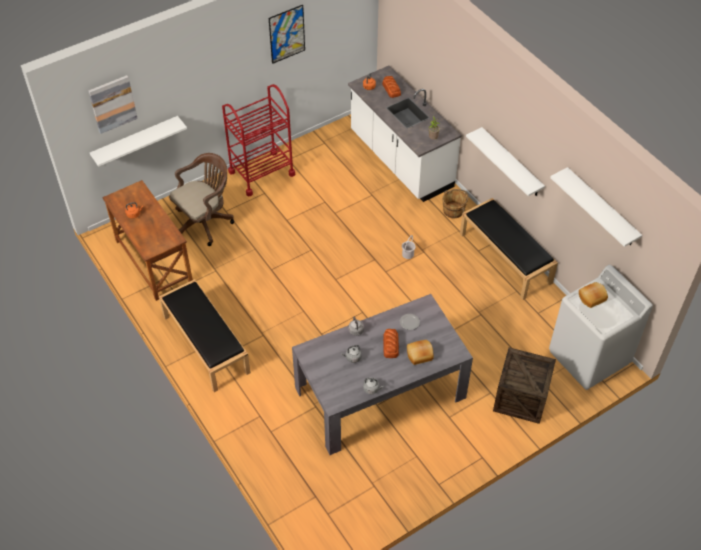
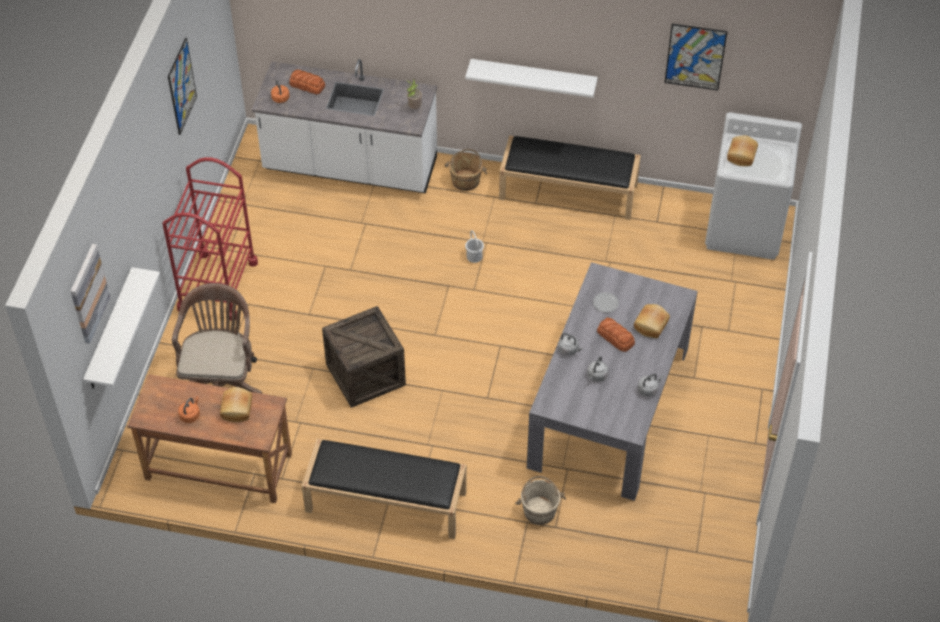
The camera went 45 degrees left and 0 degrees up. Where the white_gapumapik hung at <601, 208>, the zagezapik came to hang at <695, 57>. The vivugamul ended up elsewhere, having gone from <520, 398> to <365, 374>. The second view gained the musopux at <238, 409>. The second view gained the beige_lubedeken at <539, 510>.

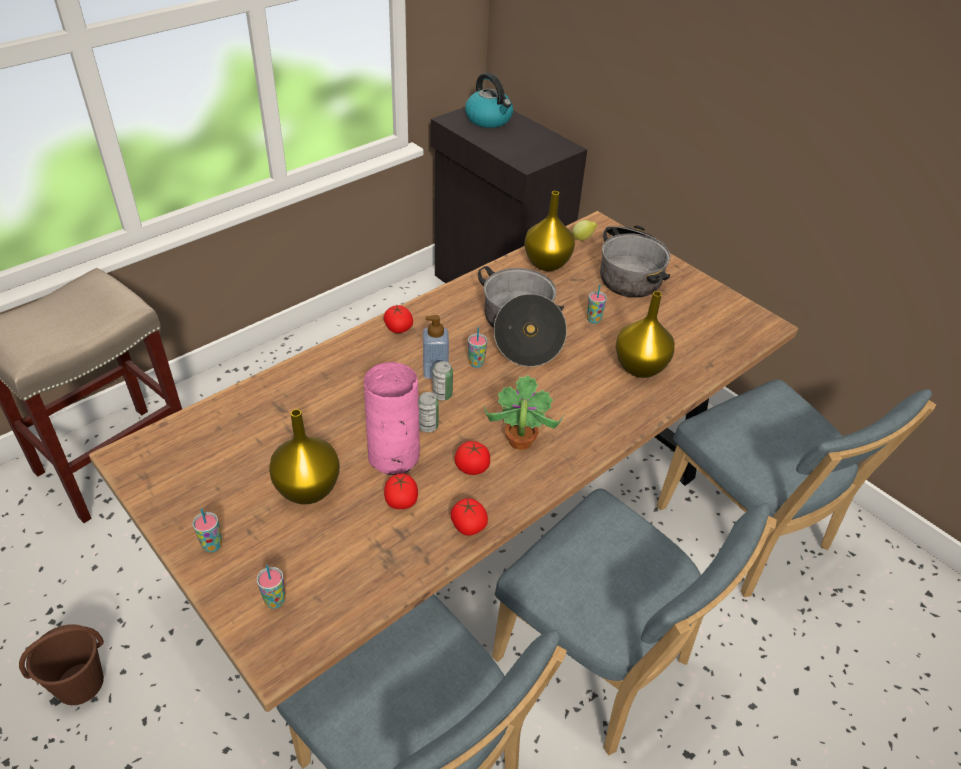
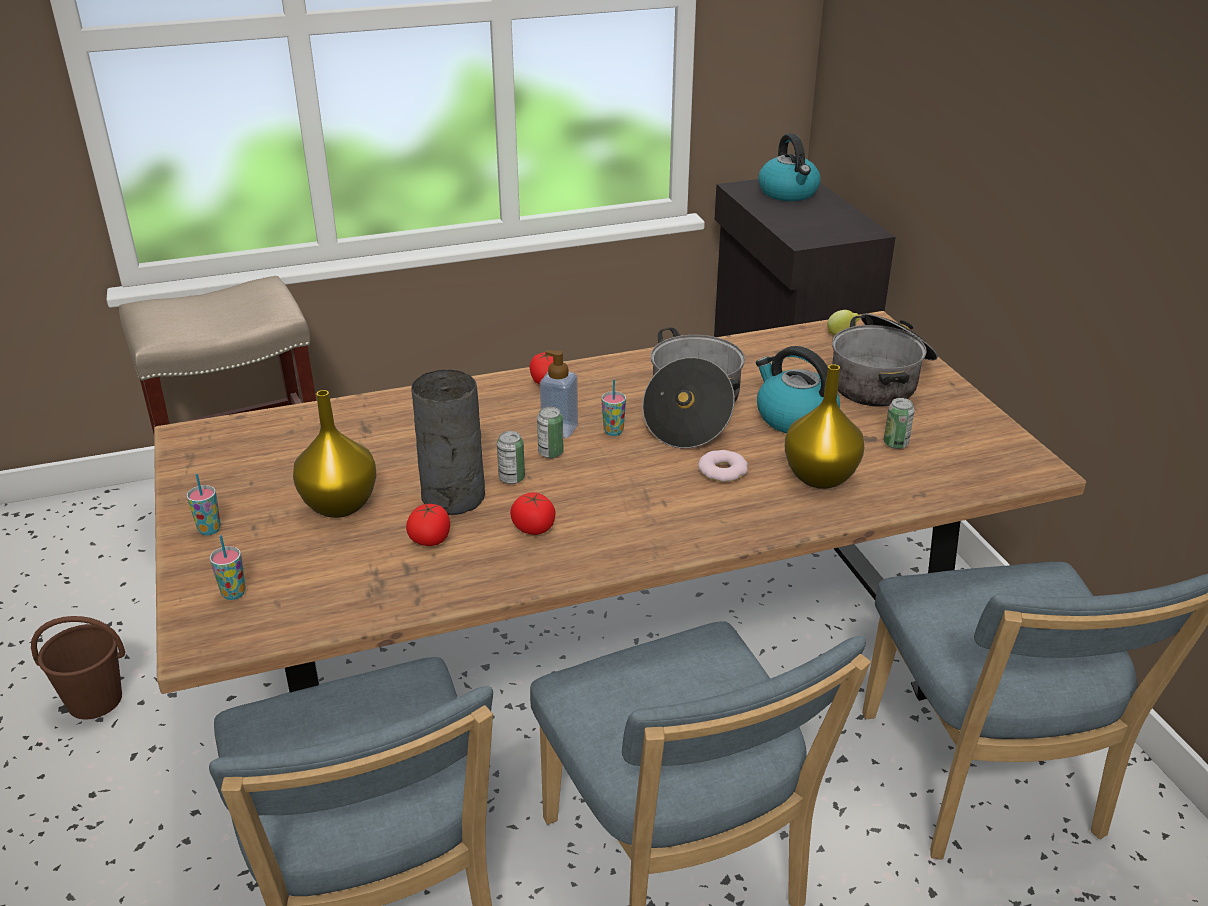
The camera went 25 degrees right and 10 degrees down. The second view lost the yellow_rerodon at <548, 263>. Where the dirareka stood at <593, 319>, the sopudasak came to stand at <794, 417>. What was the pink_rerodon at <393, 457> turned into the grey_rerodon at <452, 498>. The second view lost the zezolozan at <519, 441>. The second view lost the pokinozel at <468, 526>. The second view gained the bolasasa at <895, 443>. The second view gained the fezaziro at <722, 471>.

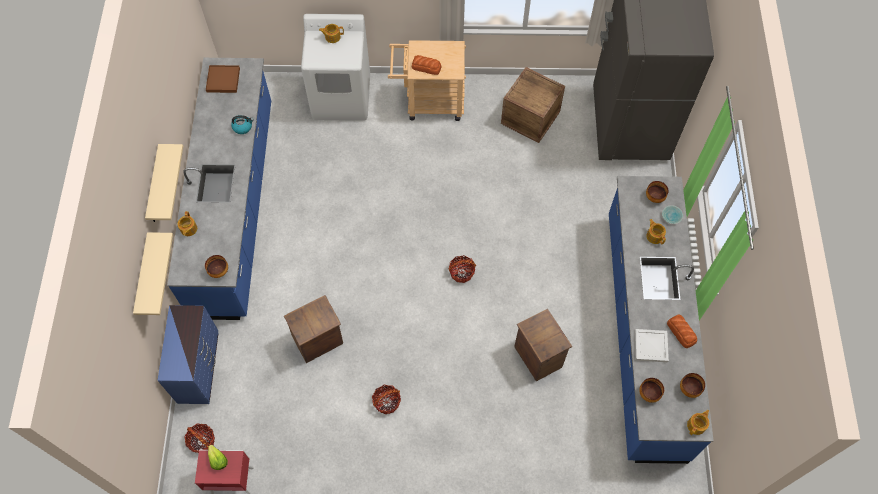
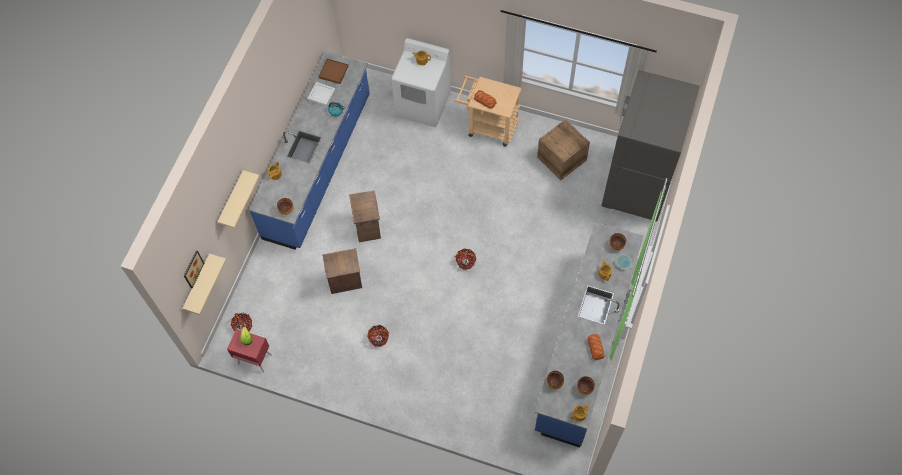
The camera went 20 degrees right and 0 degrees up. The beige_gapumapik ended up elsewhere, having gone from <155, 186> to <198, 284>. The second view lost the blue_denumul at <199, 367>. The vivugamul ended up elsewhere, having gone from <538, 356> to <367, 226>. The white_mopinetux ended up elsewhere, having gone from <651, 345> to <322, 94>. The second view gained the zagezapik at <192, 268>.

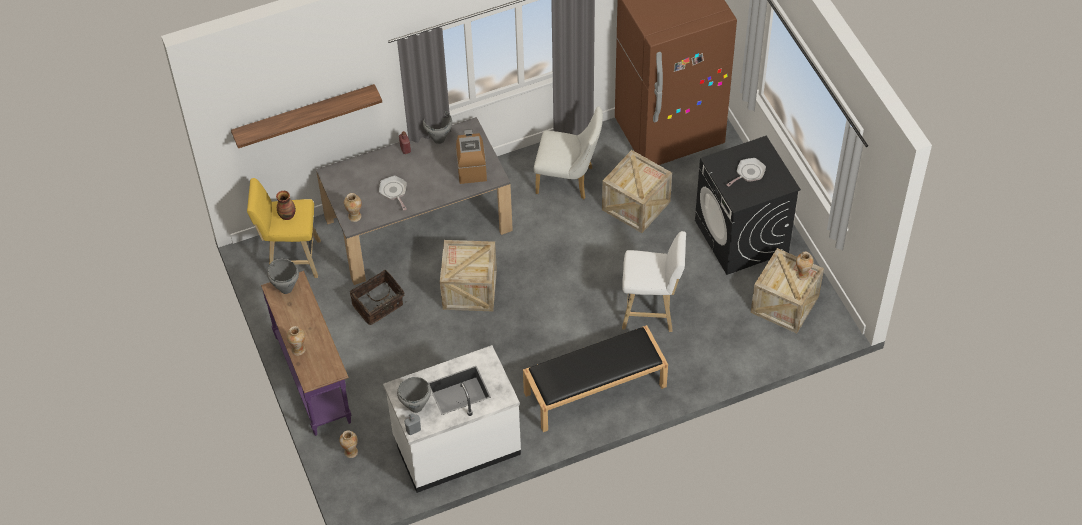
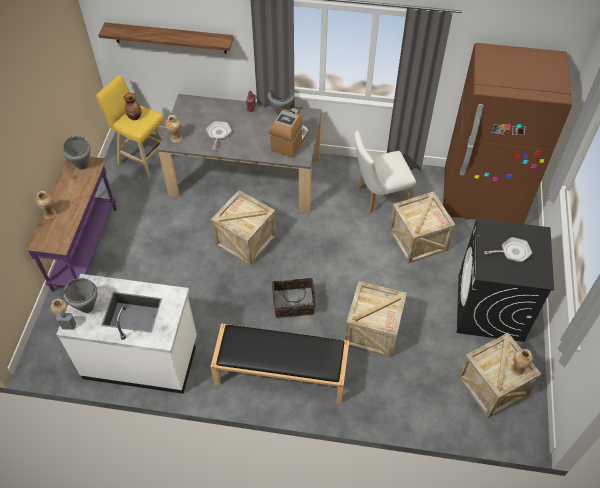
The camera went 30 degrees right and 0 degrees up. The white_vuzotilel at <569, 180> ended up facing another way, 120 degrees clockwise from before. Where the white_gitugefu stood at <651, 311>, the vivugamul came to stand at <373, 330>. The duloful ended up elsewhere, having gone from <378, 305> to <293, 305>.

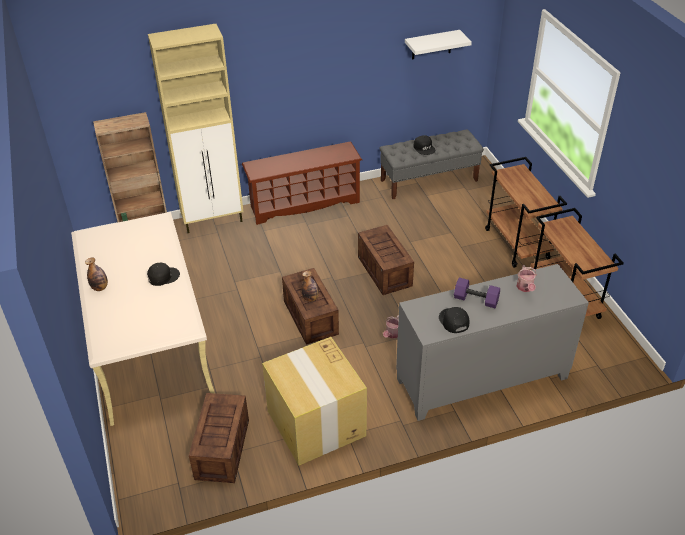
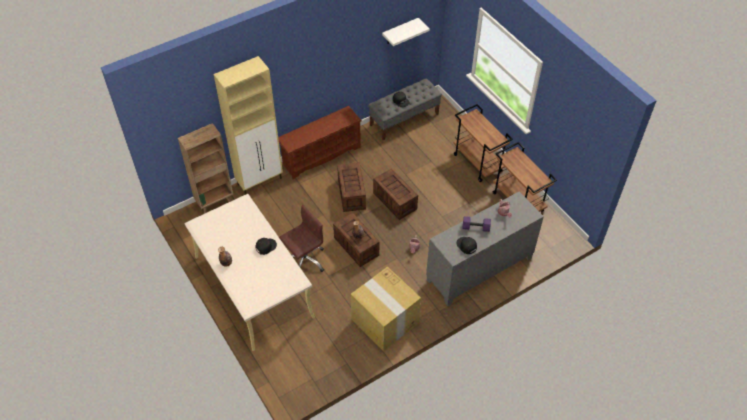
The camera went 15 degrees left and 10 degrees up. The vivugamul ended up elsewhere, having gone from <222, 448> to <351, 193>. The second view gained the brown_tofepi at <304, 260>.

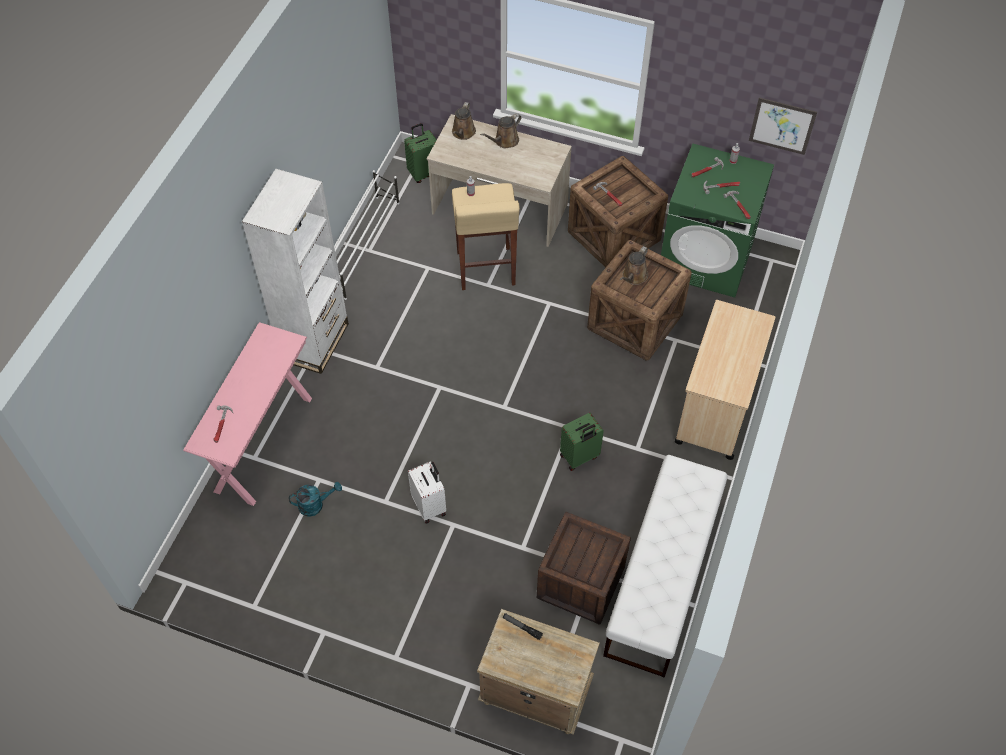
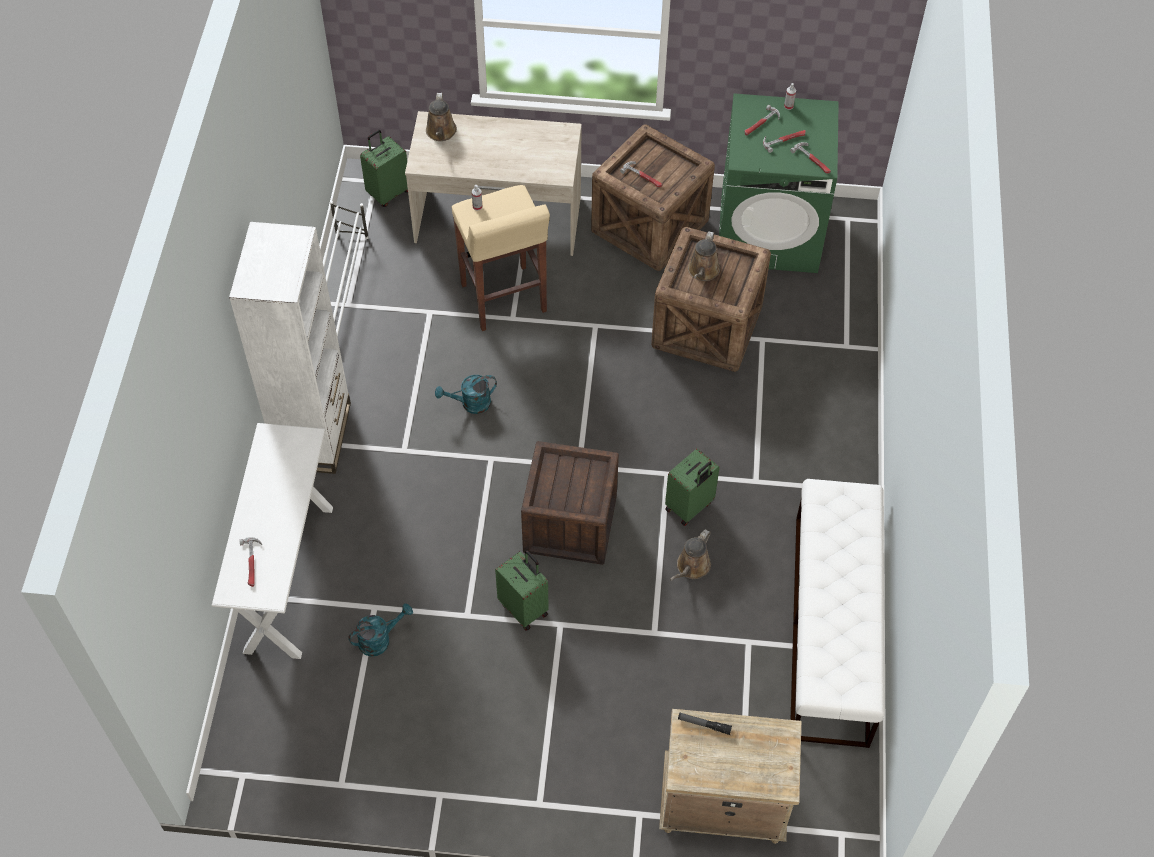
The camera went 15 degrees left and 0 degrees up. The second view lost the zagezapik at <782, 126>. The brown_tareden ended up elsewhere, having gone from <504, 141> to <691, 567>. The second view lost the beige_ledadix at <716, 408>. What was the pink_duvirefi at <264, 443> turned into the white_duvirefi at <289, 577>. What was the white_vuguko at <430, 506> turned into the green_vuguko at <524, 608>. The vivugamul ended up elsewhere, having gone from <580, 582> to <570, 524>. The second view gained the turquoise_tareden at <470, 404>.

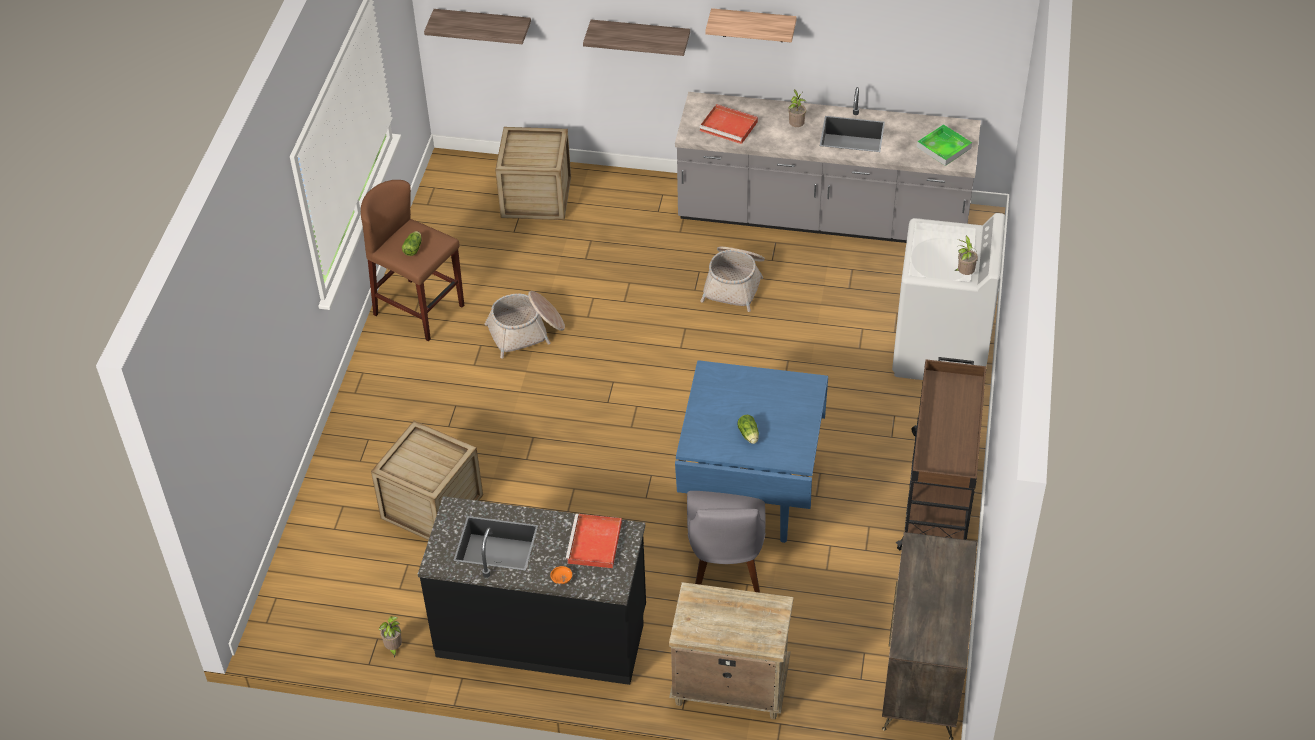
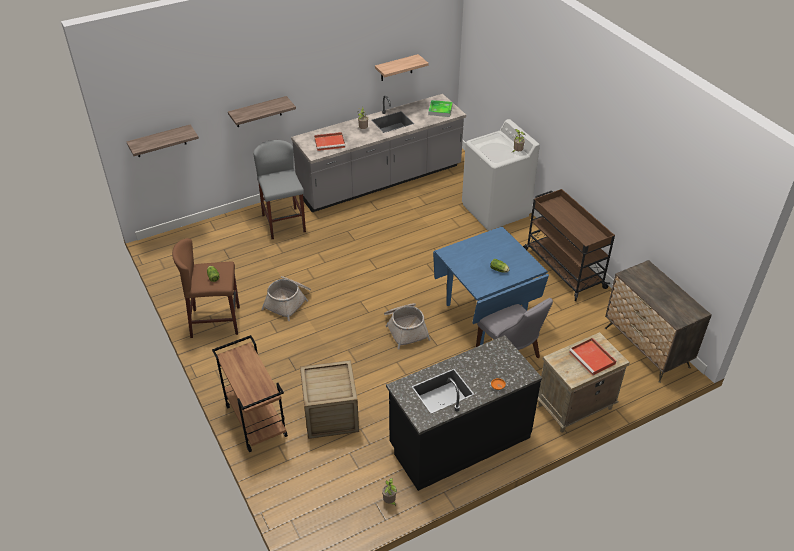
The camera went 40 degrees left and 5 degrees down. The gapumapik ended up elsewhere, having gone from <753, 25> to <396, 68>. The second view lost the vivugamul at <536, 197>. The duloful ended up elsewhere, having gone from <734, 283> to <405, 328>. The red_mopinetux ended up elsewhere, having gone from <595, 544> to <593, 358>. The second view gained the grey_gitugefu at <284, 223>. The second view gained the brown_ledadix at <255, 421>.

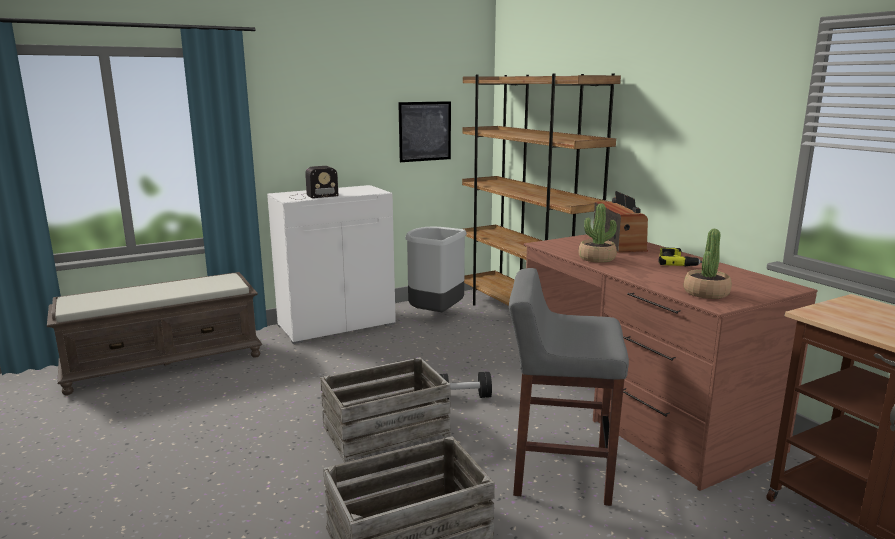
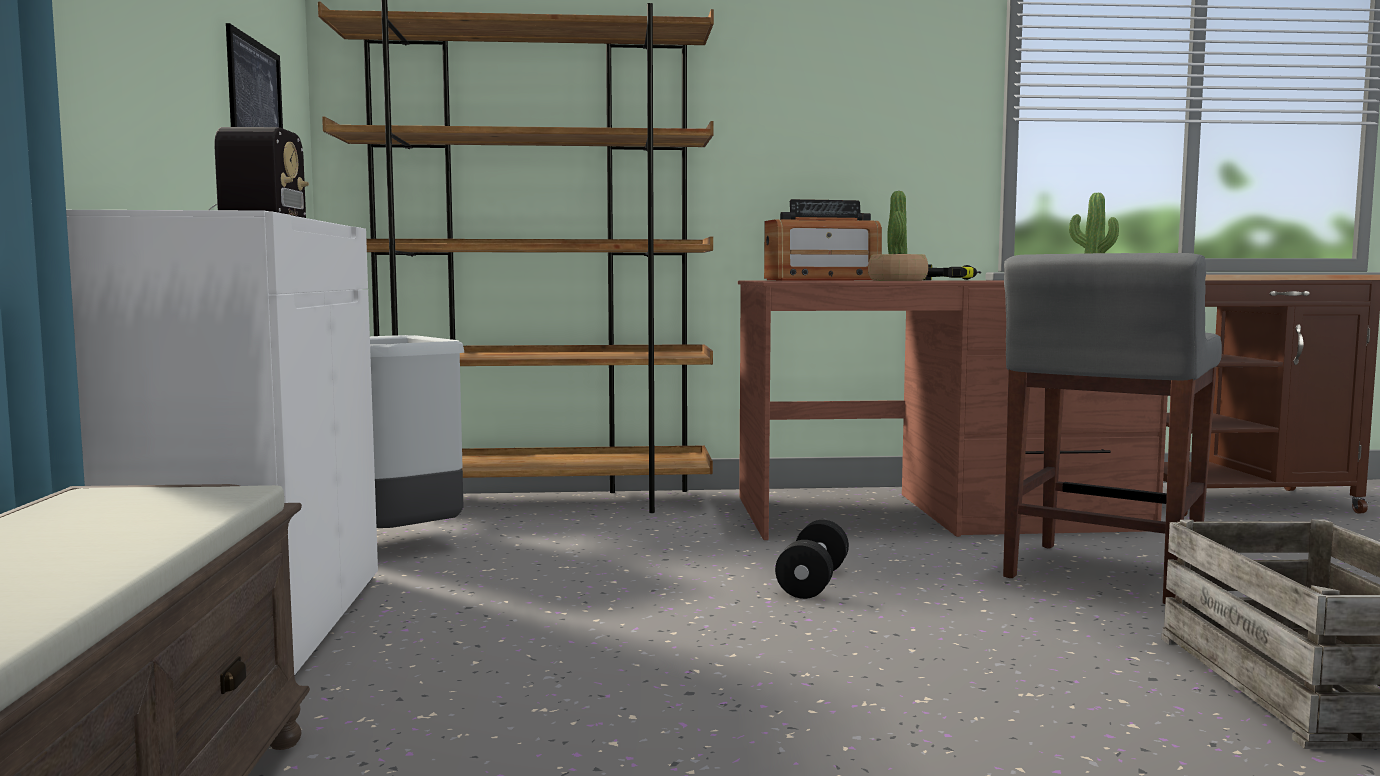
The camera went 65 degrees left and 10 degrees down. The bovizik at <618, 243> ended up facing another way, 150 degrees clockwise from before. The second view lost the vivugamul at <385, 430>.

